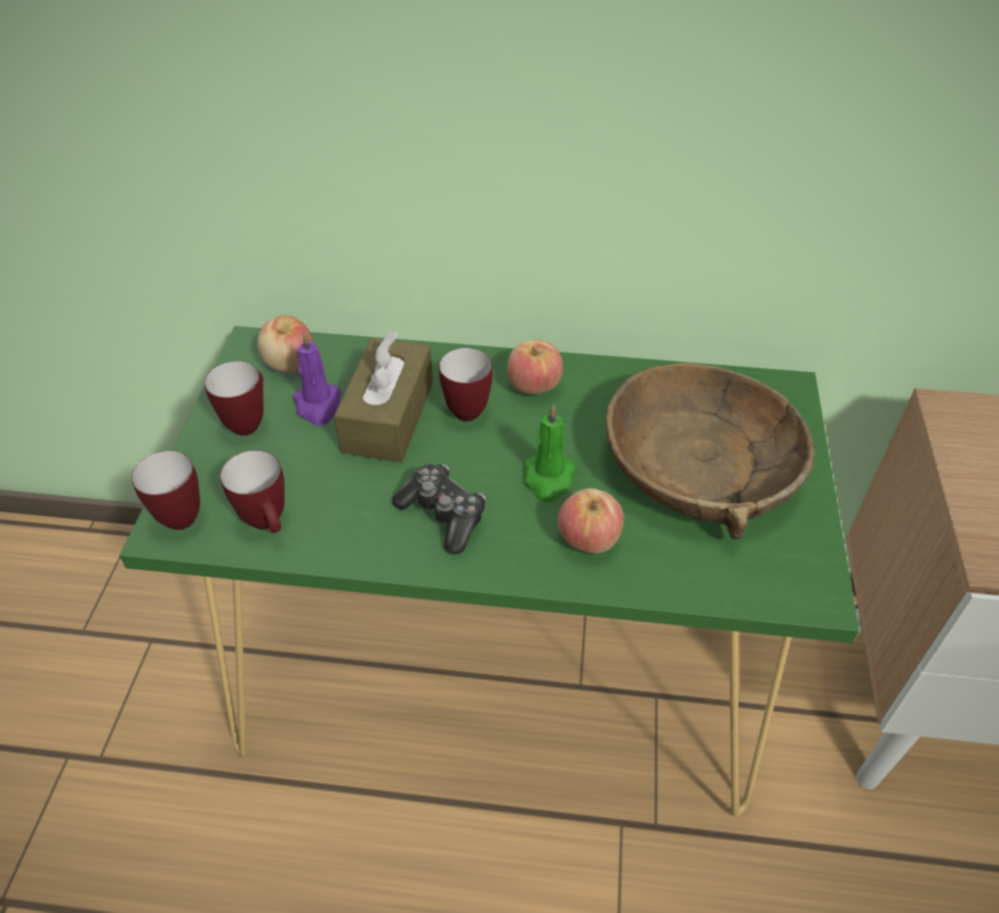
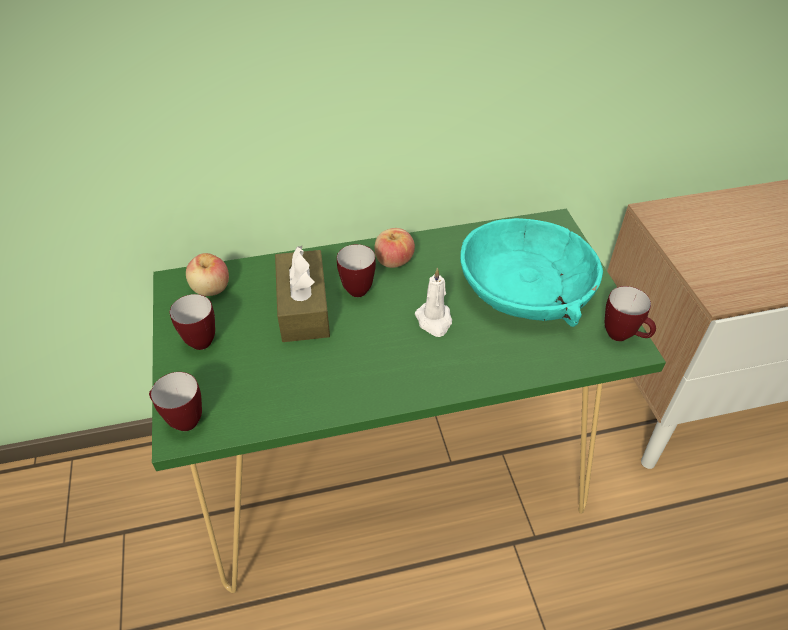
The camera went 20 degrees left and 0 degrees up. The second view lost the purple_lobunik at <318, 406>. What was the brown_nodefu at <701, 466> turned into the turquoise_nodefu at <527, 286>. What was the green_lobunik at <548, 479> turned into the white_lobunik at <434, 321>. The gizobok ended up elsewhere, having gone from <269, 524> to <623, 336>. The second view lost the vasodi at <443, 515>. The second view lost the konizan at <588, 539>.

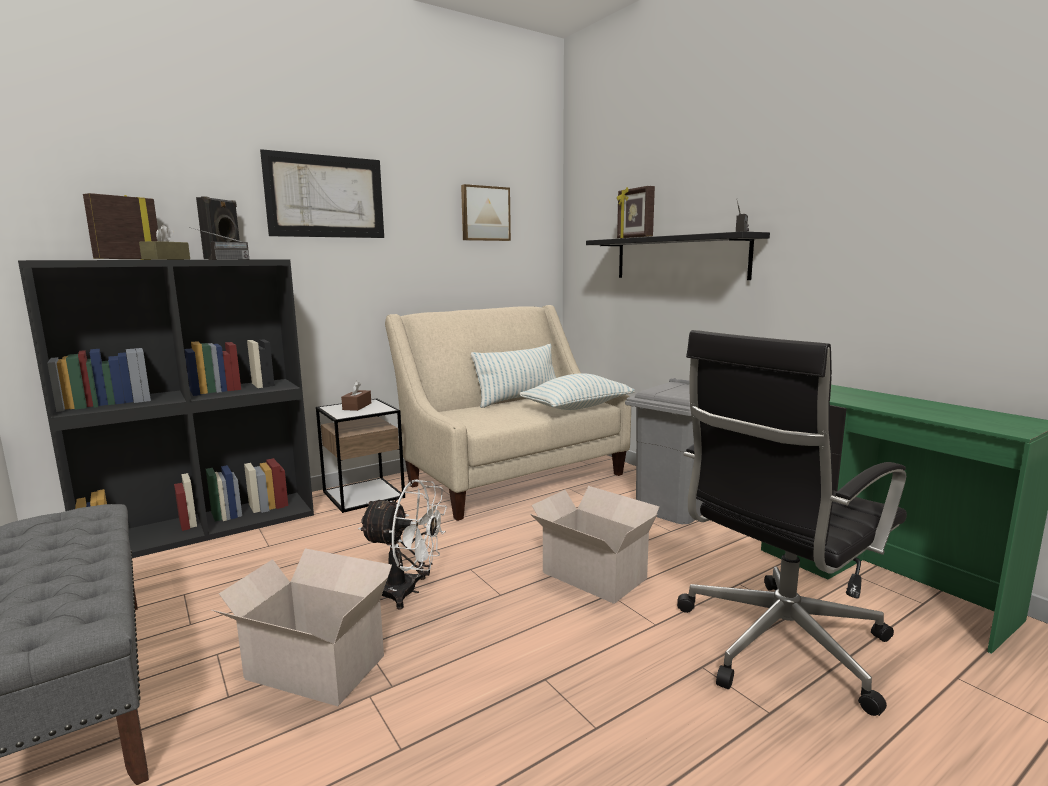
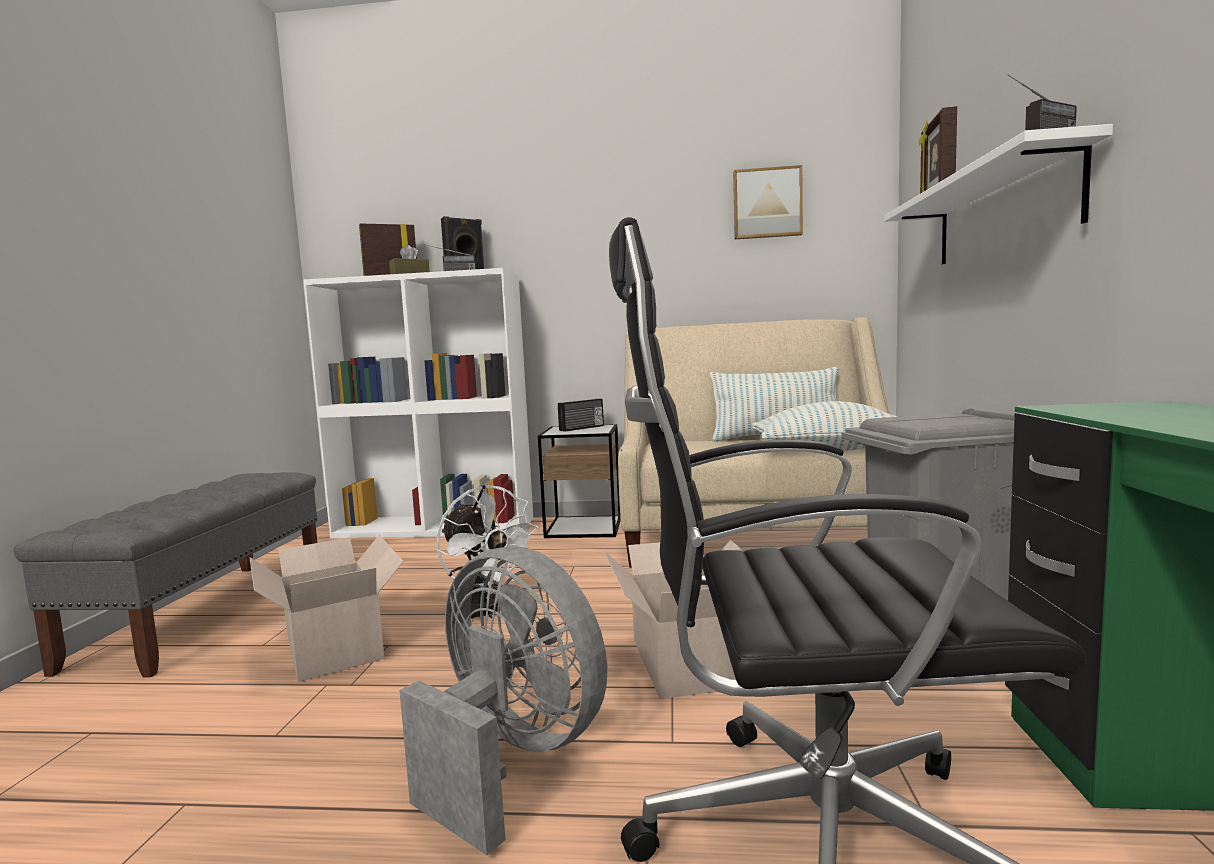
The camera went 40 degrees right and 5 degrees down. The second view lost the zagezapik at <326, 196>. What was the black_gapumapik at <678, 258> turned into the white_gapumapik at <1001, 213>. What was the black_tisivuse at <204, 527> turned into the white_tisivuse at <436, 527>. Where the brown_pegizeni stood at <357, 406>, the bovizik came to stand at <582, 428>. The second view gained the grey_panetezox at <512, 757>.

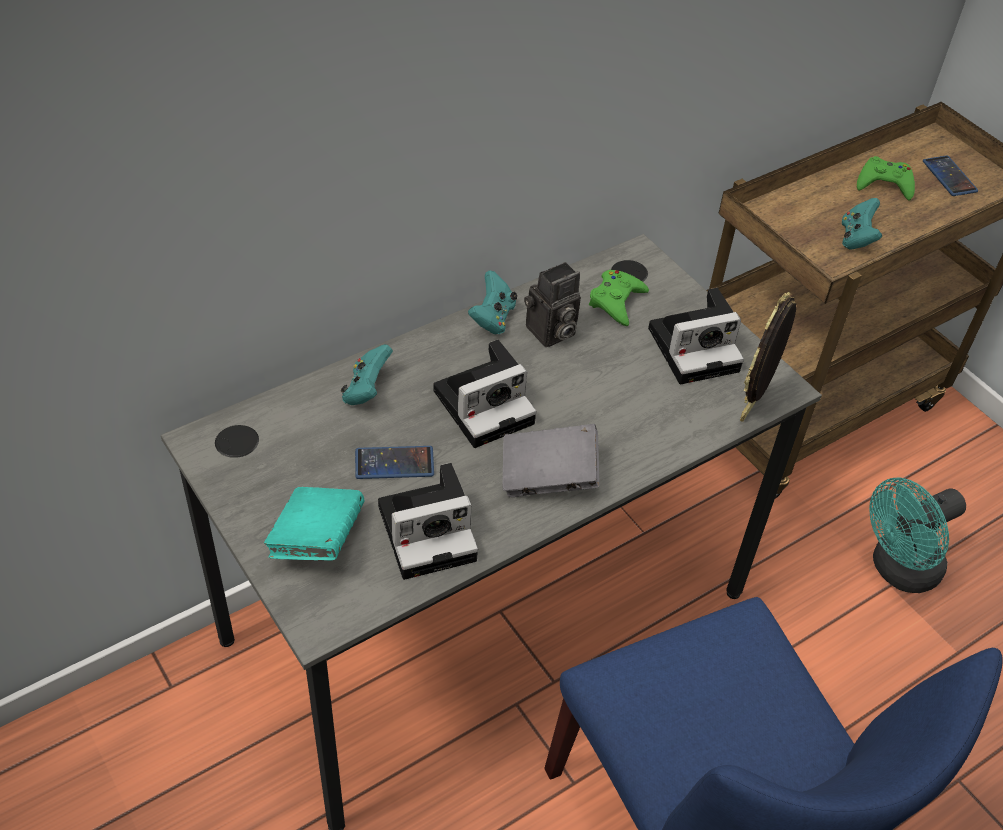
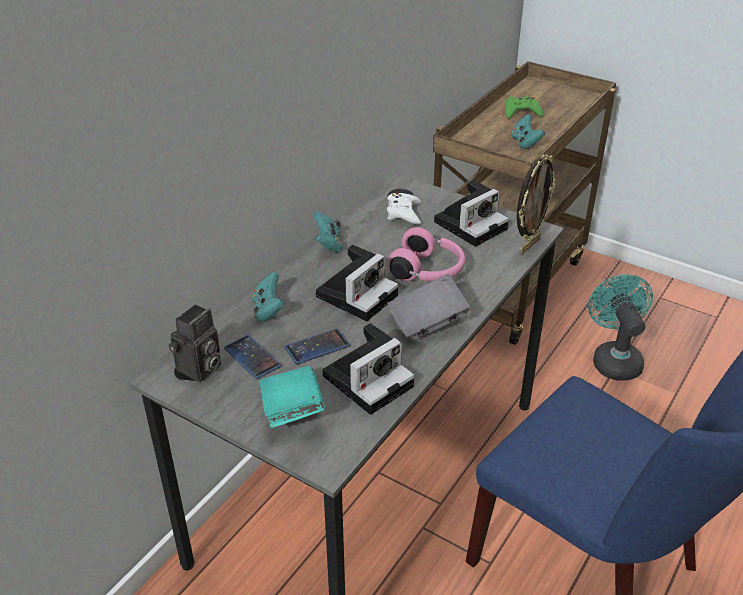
The camera went 20 degrees left and 10 degrees down. The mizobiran ended up elsewhere, having gone from <949, 176> to <252, 357>. The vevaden ended up elsewhere, having gone from <550, 333> to <199, 369>. What was the green_vasodi at <616, 301> turned into the white_vasodi at <404, 213>. The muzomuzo at <753, 406> ended up facing another way, 150 degrees counterclockwise from before. The turquoise_panetezox at <898, 570> ended up facing another way, 135 degrees clockwise from before. The second view gained the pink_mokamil at <428, 271>.

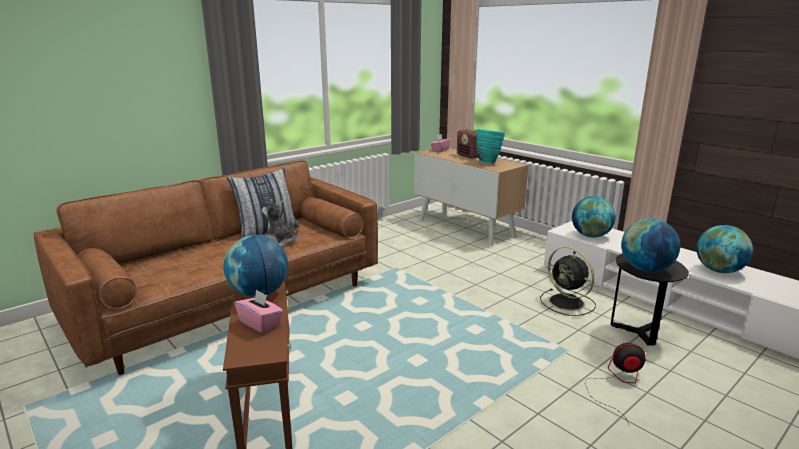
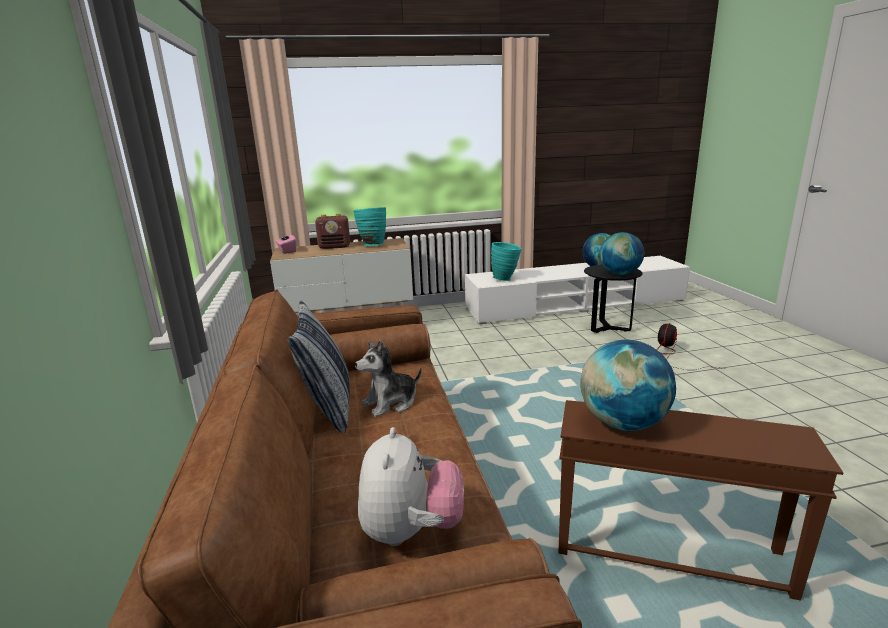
The camera went 60 degrees left and 0 degrees up. Where the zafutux stood at <590, 236>, the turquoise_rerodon came to stand at <506, 279>. The second view lost the black_panetezox at <568, 303>. The second view lost the pink_pegizeni at <260, 324>. The second view gained the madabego at <411, 531>.

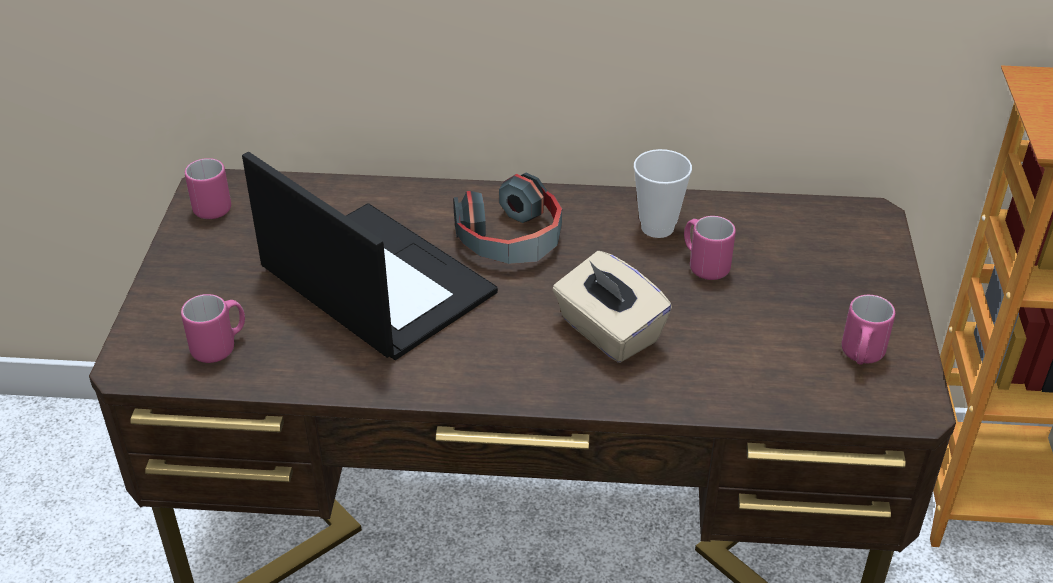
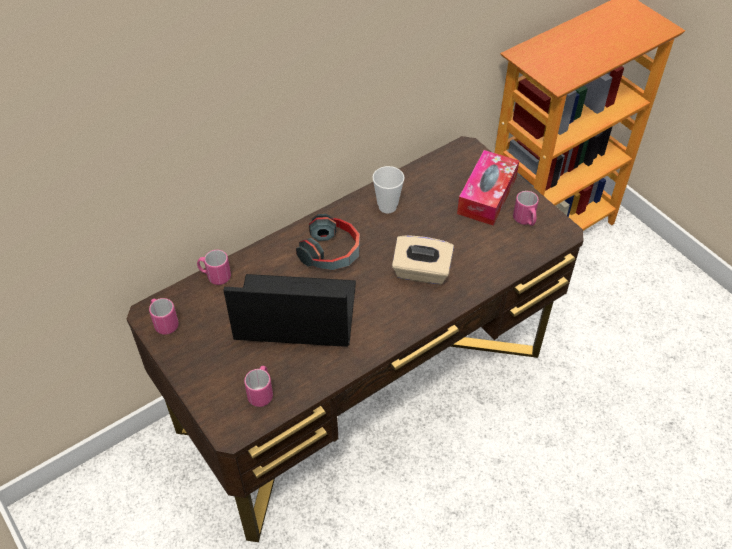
The camera went 40 degrees left and 10 degrees up. The pink_gizobok ended up elsewhere, having gone from <703, 265> to <215, 276>. The second view gained the pegizeni at <487, 195>.

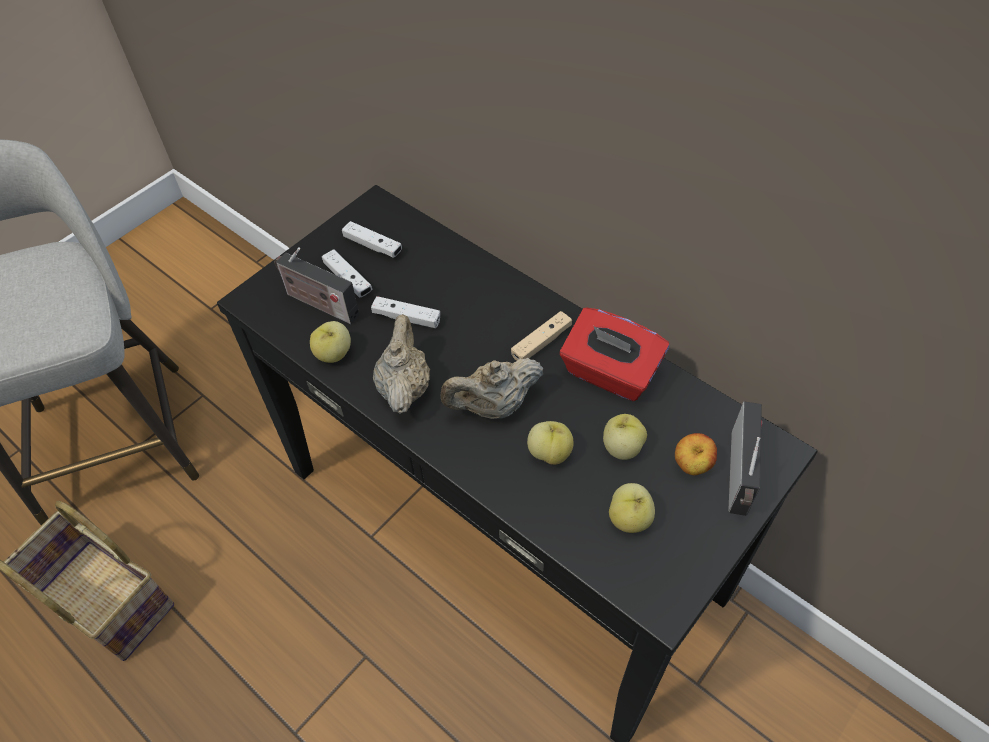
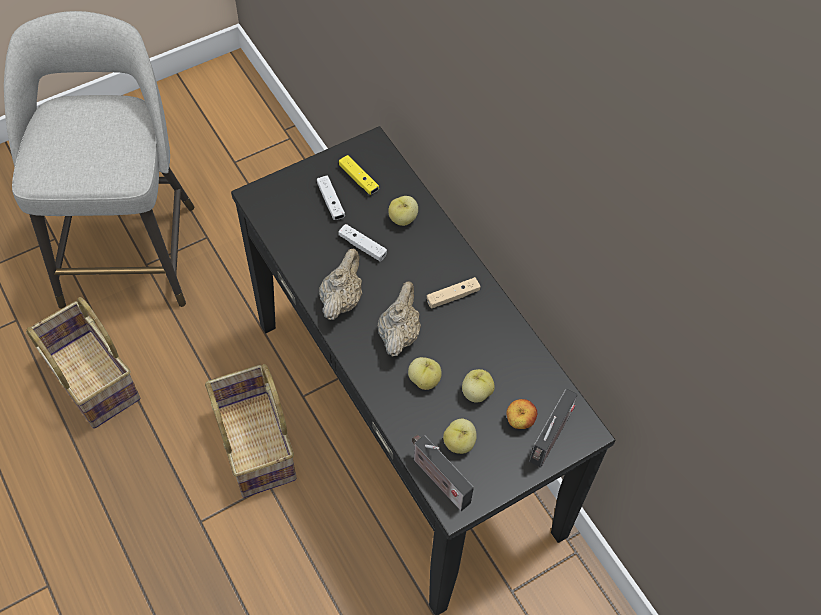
The camera went 15 degrees right and 5 degrees up. What was the white_vasodi at <372, 245> turned into the yellow_vasodi at <358, 179>. The bovizik ended up elsewhere, having gone from <318, 304> to <438, 479>. The second view lost the red_pegizeni at <609, 373>. The konizan ended up elsewhere, having gone from <334, 354> to <403, 219>. The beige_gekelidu at <494, 406> ended up facing another way, 105 degrees clockwise from before. The second view gained the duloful at <257, 444>.

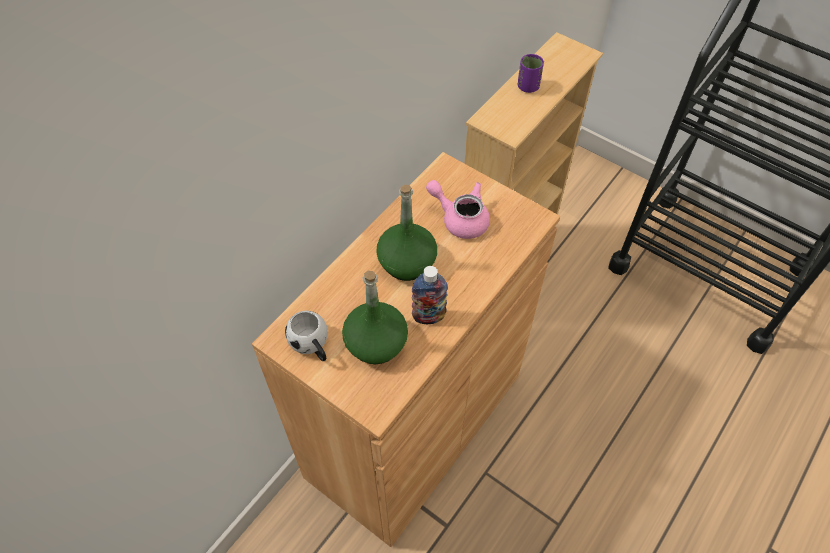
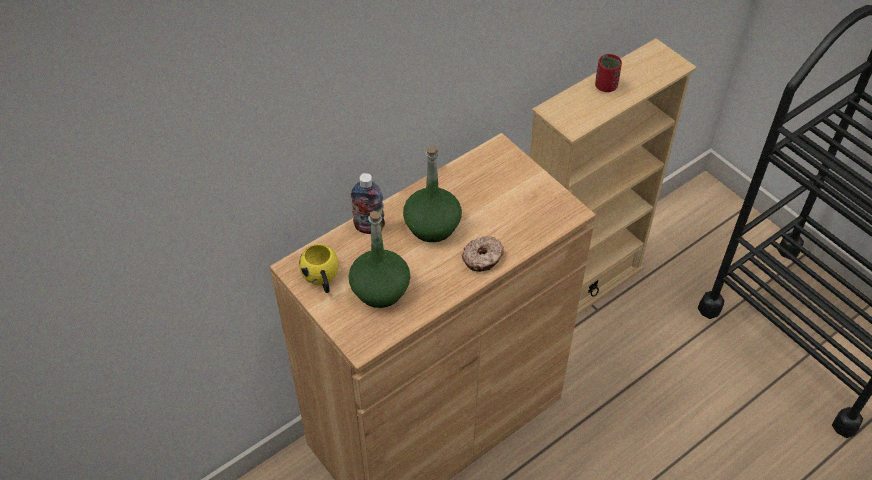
The camera went 15 degrees right and 5 degrees down. What was the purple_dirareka at <528, 87> turned into the red_dirareka at <605, 86>. The second view lost the pink_gekelidu at <460, 218>. The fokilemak ended up elsewhere, having gone from <429, 316> to <369, 227>. What was the white_gizobok at <312, 347> turned into the yellow_gizobok at <322, 280>. The second view gained the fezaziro at <483, 258>.

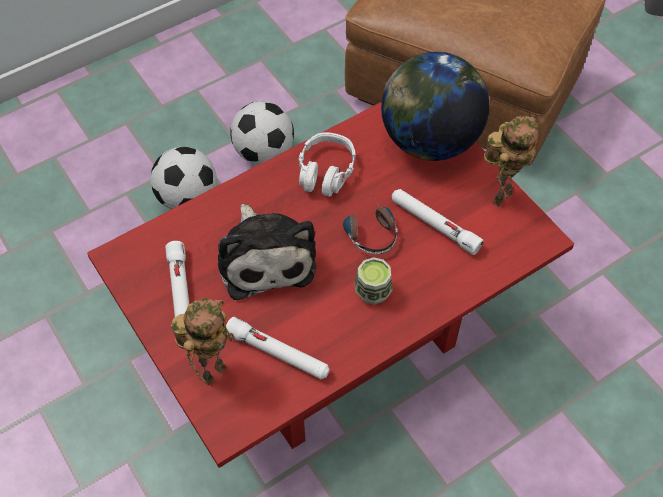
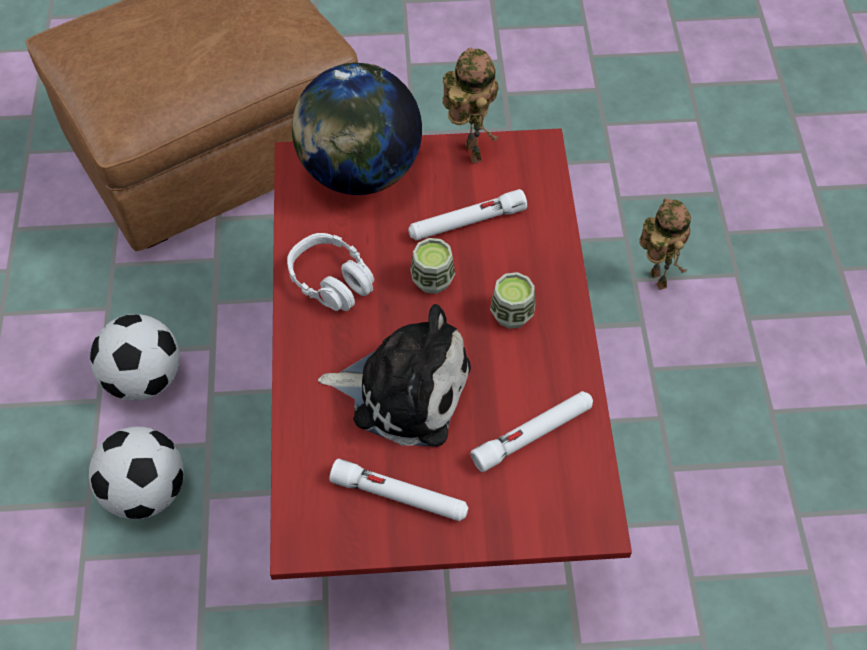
The camera went 60 degrees left and 0 degrees up. Where the mokamil stood at <368, 229>, the dirareka came to stand at <432, 279>. The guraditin ended up elsewhere, having gone from <213, 370> to <654, 279>.

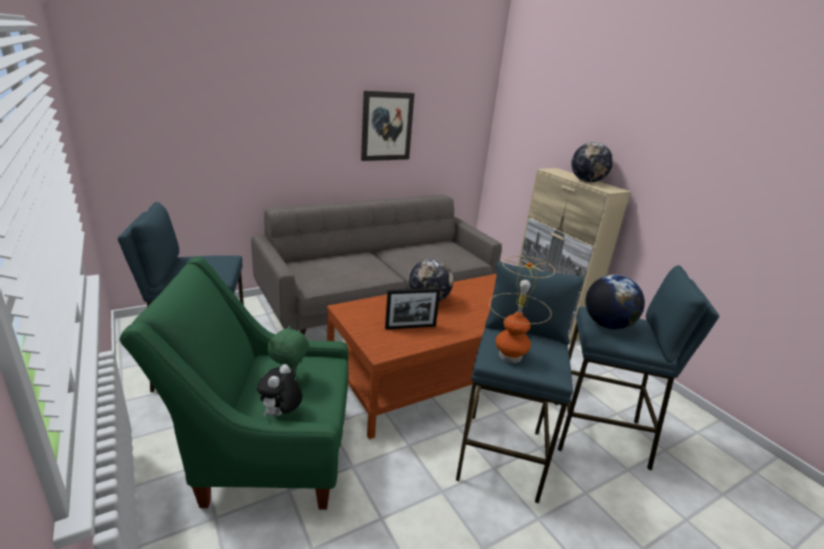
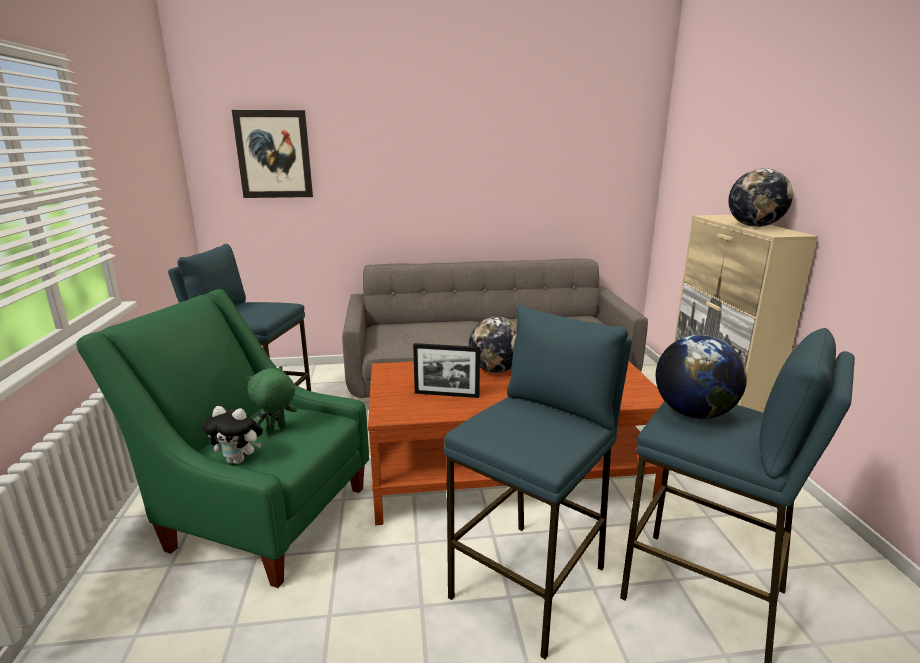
The camera went 25 degrees right and 5 degrees down. The zagezapik ended up elsewhere, having gone from <386, 126> to <274, 154>. The second view lost the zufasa at <510, 356>. The madabego at <281, 414> ended up facing another way, 120 degrees counterclockwise from before.

